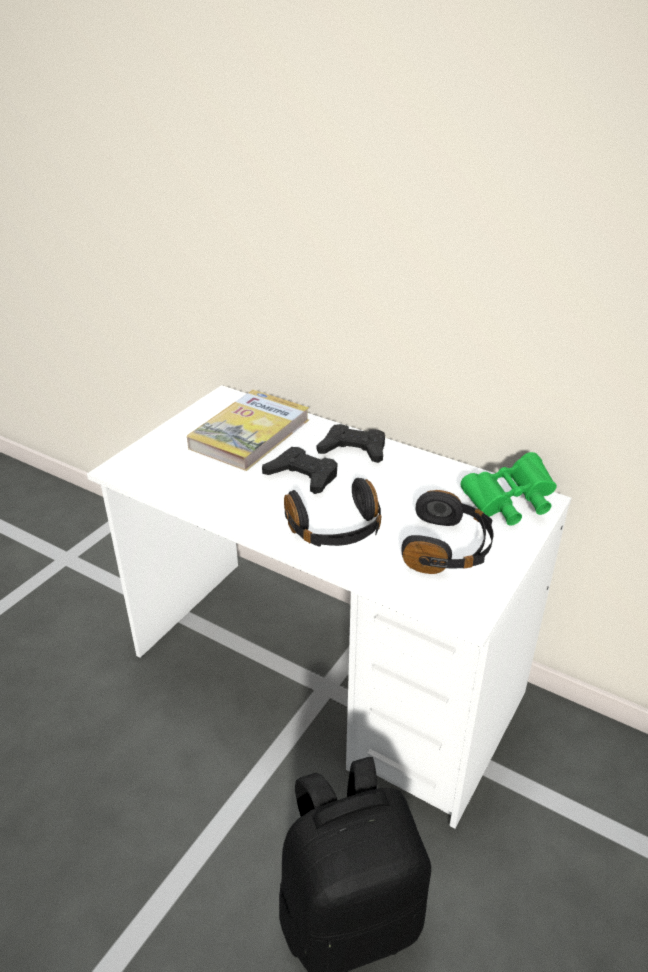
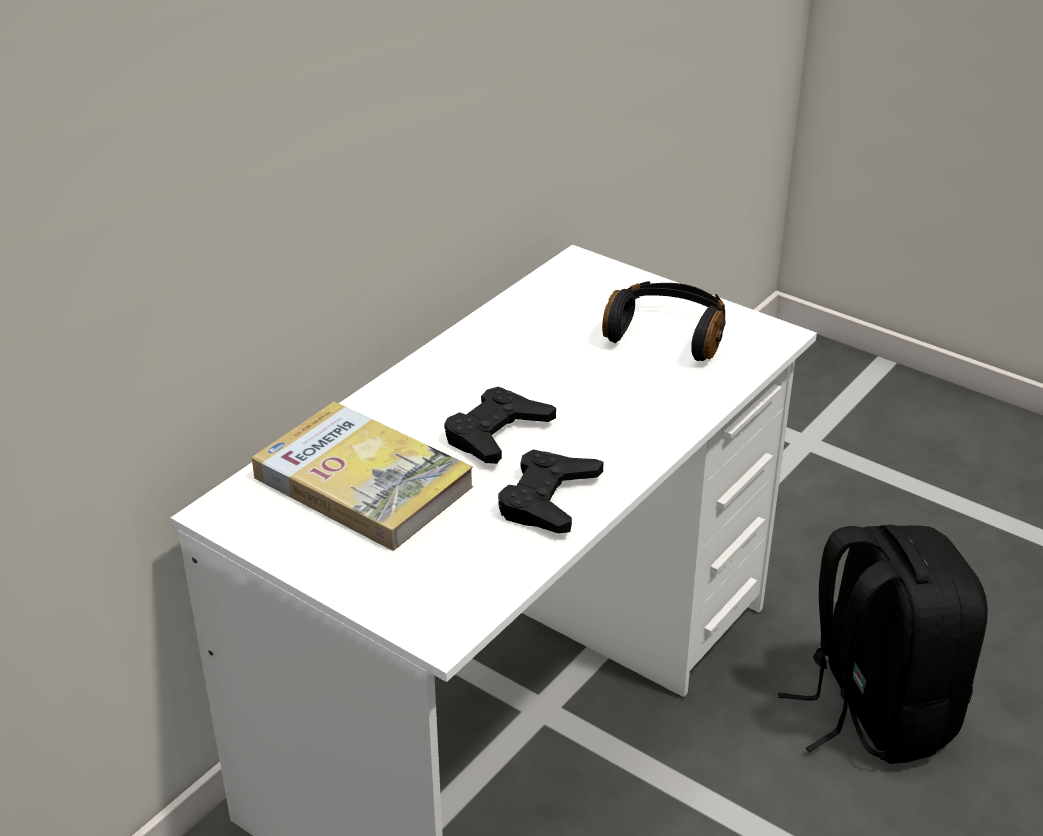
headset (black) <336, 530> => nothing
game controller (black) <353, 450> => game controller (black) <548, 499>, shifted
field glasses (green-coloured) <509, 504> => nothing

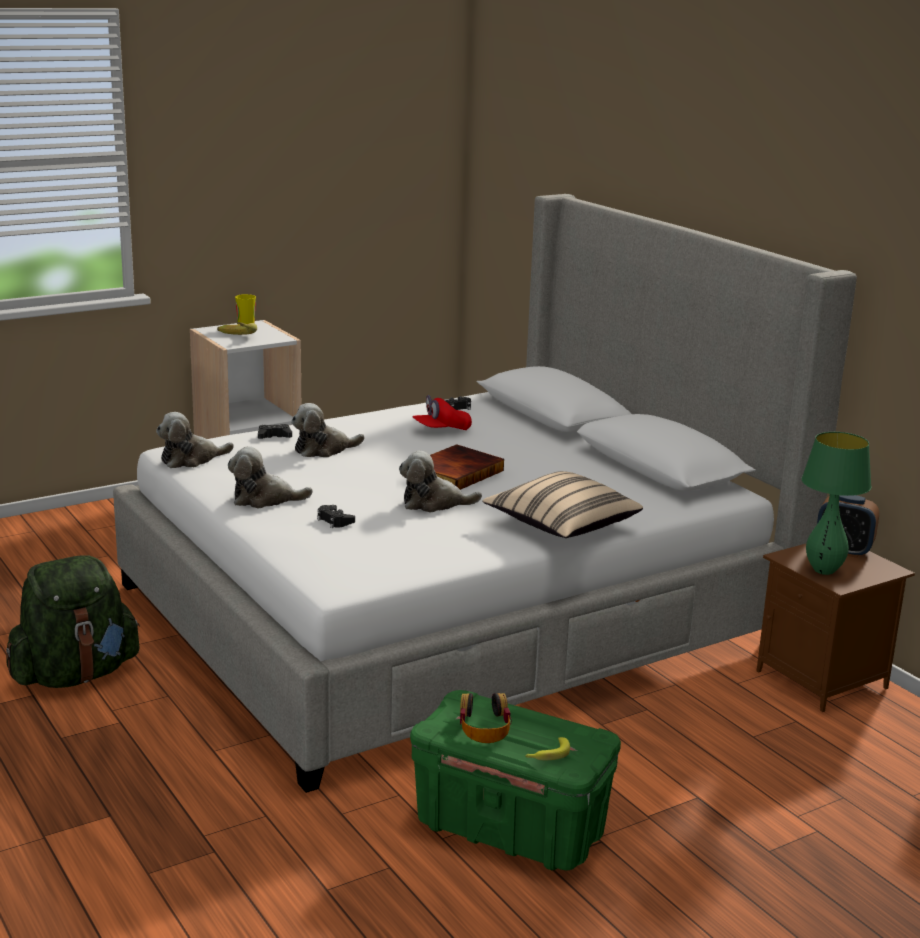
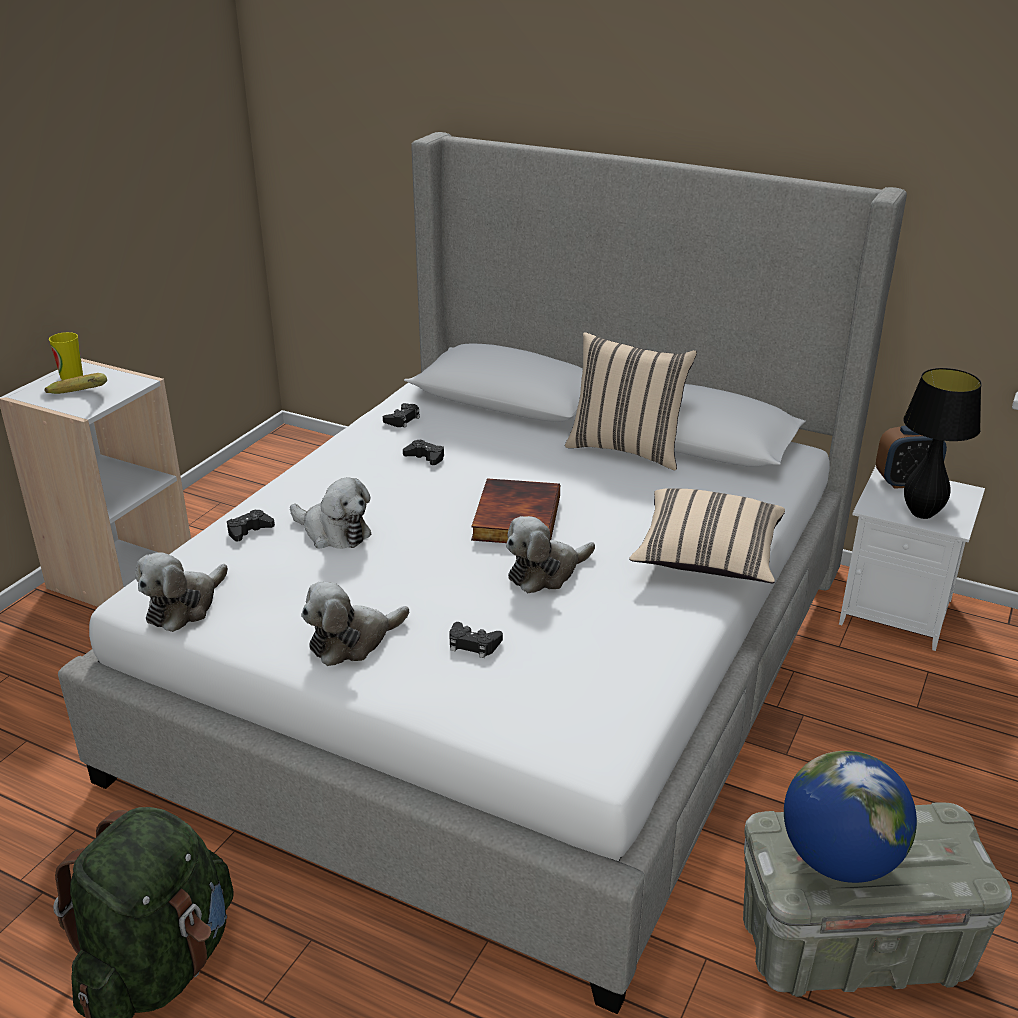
plush toy <323, 450> => plush toy <333, 533>, 90 degrees counterclockwise
storage container (green-coloured) <512, 828> => storage container (greyish) <854, 945>
peaked cap (red-coloured) <441, 430> => game controller (black) <425, 457>
headset <484, 726> => world globe <839, 860>
banana <547, 755> => nothing
bedside table (brownish) <825, 680> => bedside table (white) <899, 611>
lamp for a table (green-coloured) <823, 570> => lamp for a table (black) <921, 513>
nothing => throw pillow (sand-coloured) <626, 449>

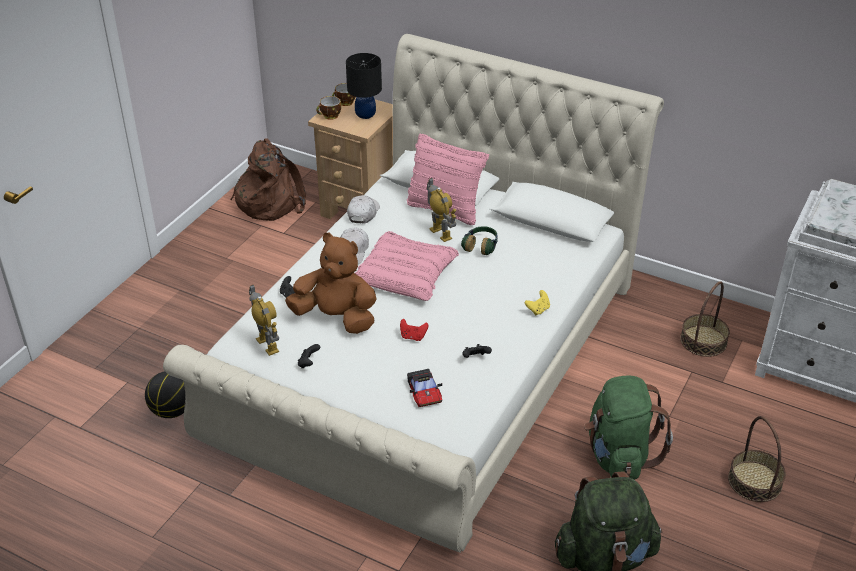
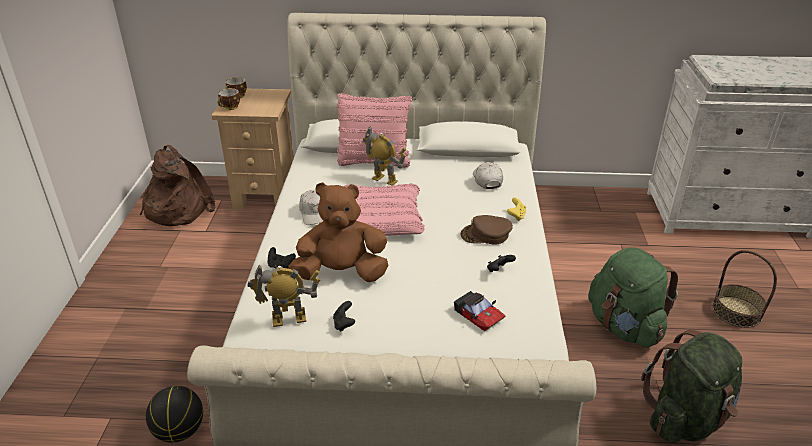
toy robot <267, 345> => toy robot <289, 319>, 45 degrees counterclockwise
lamp for a table (black) <365, 116> => nothing
peaked cap (white) <363, 213> => peaked cap (white) <487, 180>, shifted
game controller (red-coloured) <413, 337> => nothing
headset <481, 246> => nothing
household basket <703, 341> => nothing
nothing => peaked cap (brownish) <486, 234>

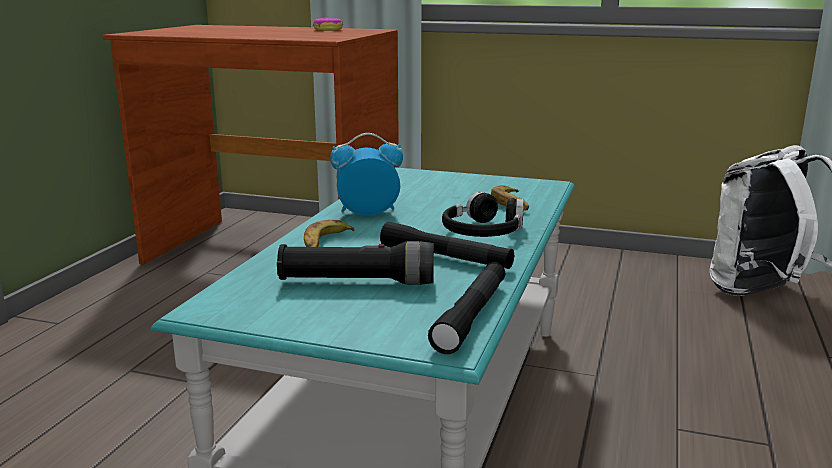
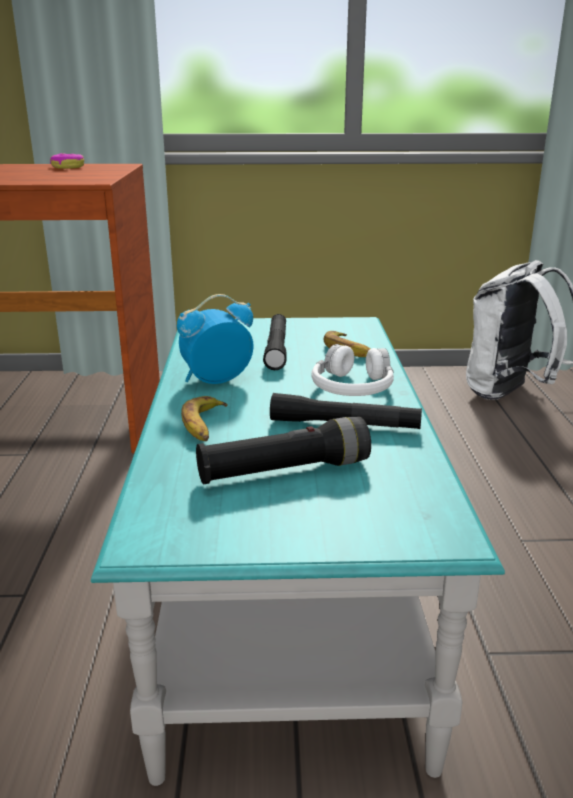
torch (black) <471, 316> => torch (black) <276, 349>, shifted
headset (black) <483, 232> => headset (white) <352, 387>

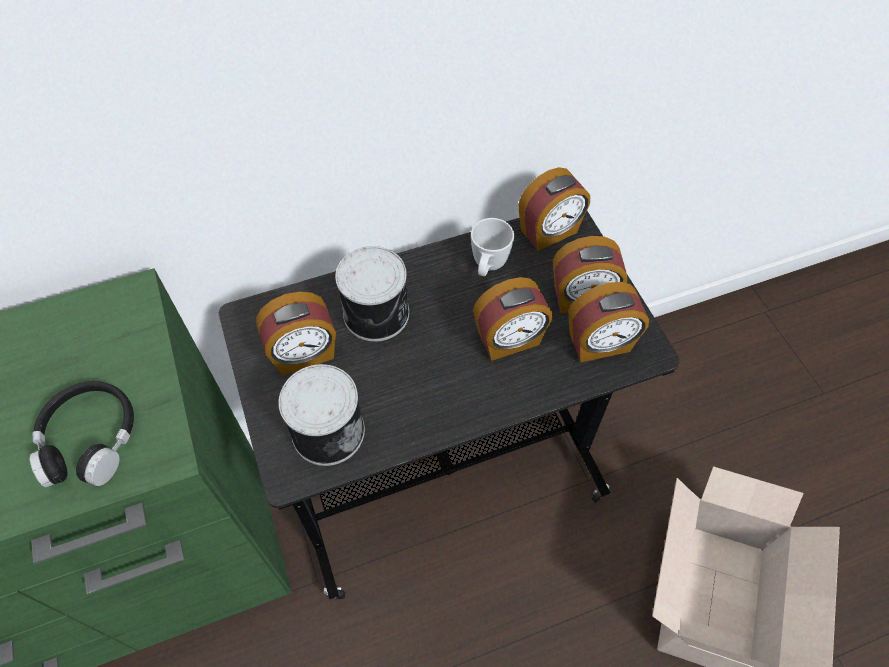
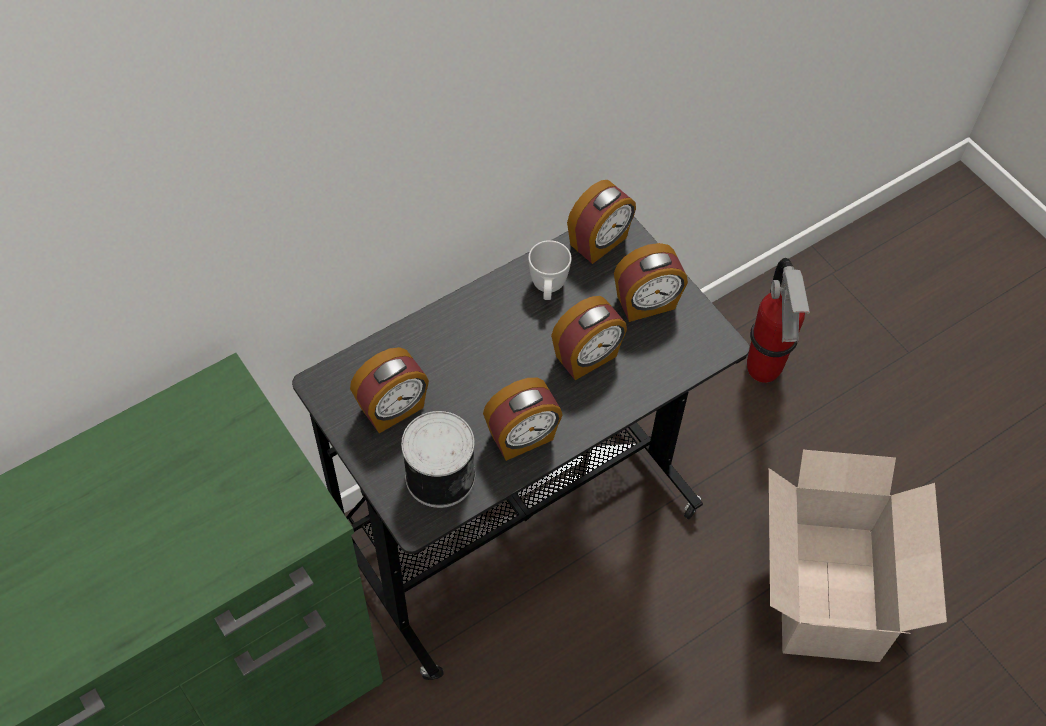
headset (black) <90, 440> => nothing
can <378, 314> => nothing
alarm clock <600, 344> => alarm clock <522, 438>, shifted
nothing => fire-fighting cylinder <763, 370>

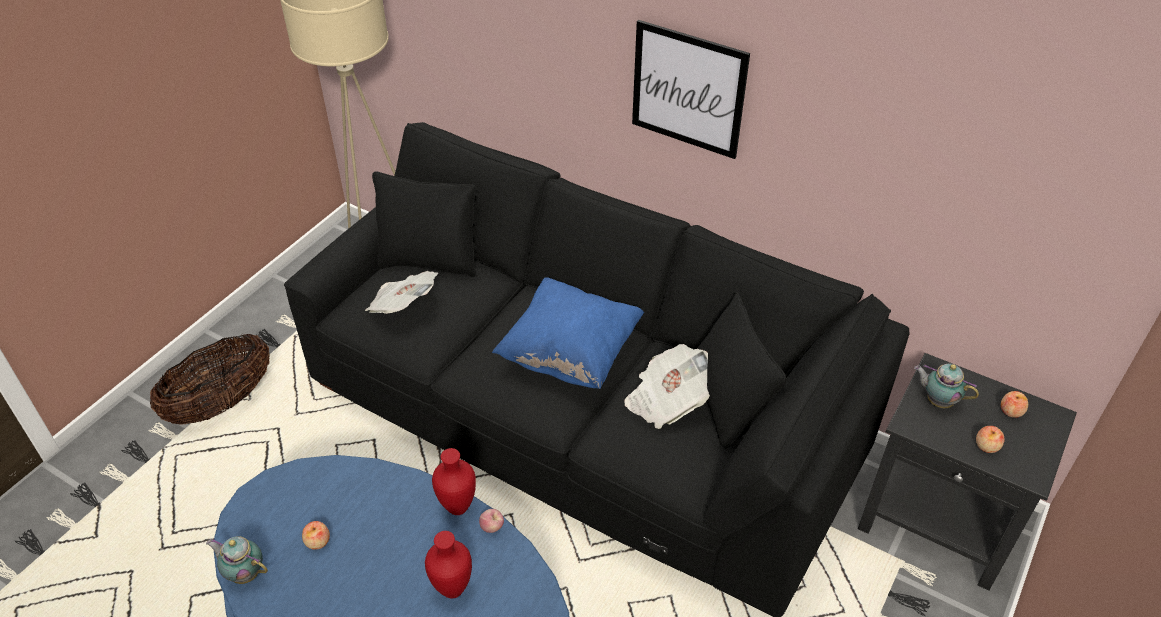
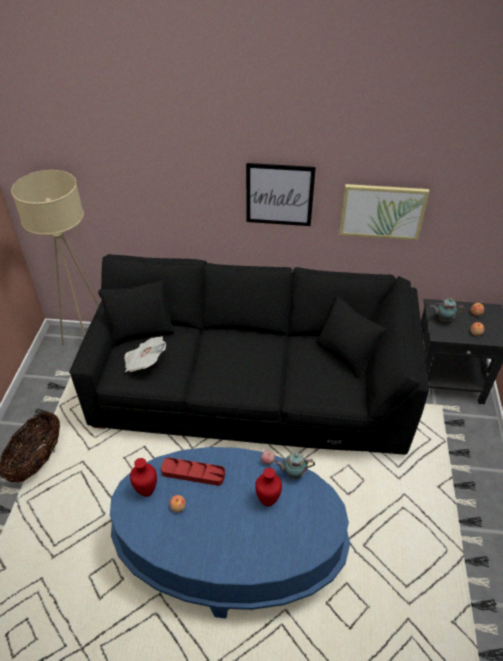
tea pot <244, 573> => tea pot <293, 473>, shifted
decorative vase (red-coloured) <456, 507> => decorative vase (red-coloured) <146, 491>, shifted
throw pillow (blue-coloured) <570, 354> => nothing
newspaper <667, 400> => nothing
nothing => carrying tray (red-coloured) <193, 473>
nothing => picture <382, 211>

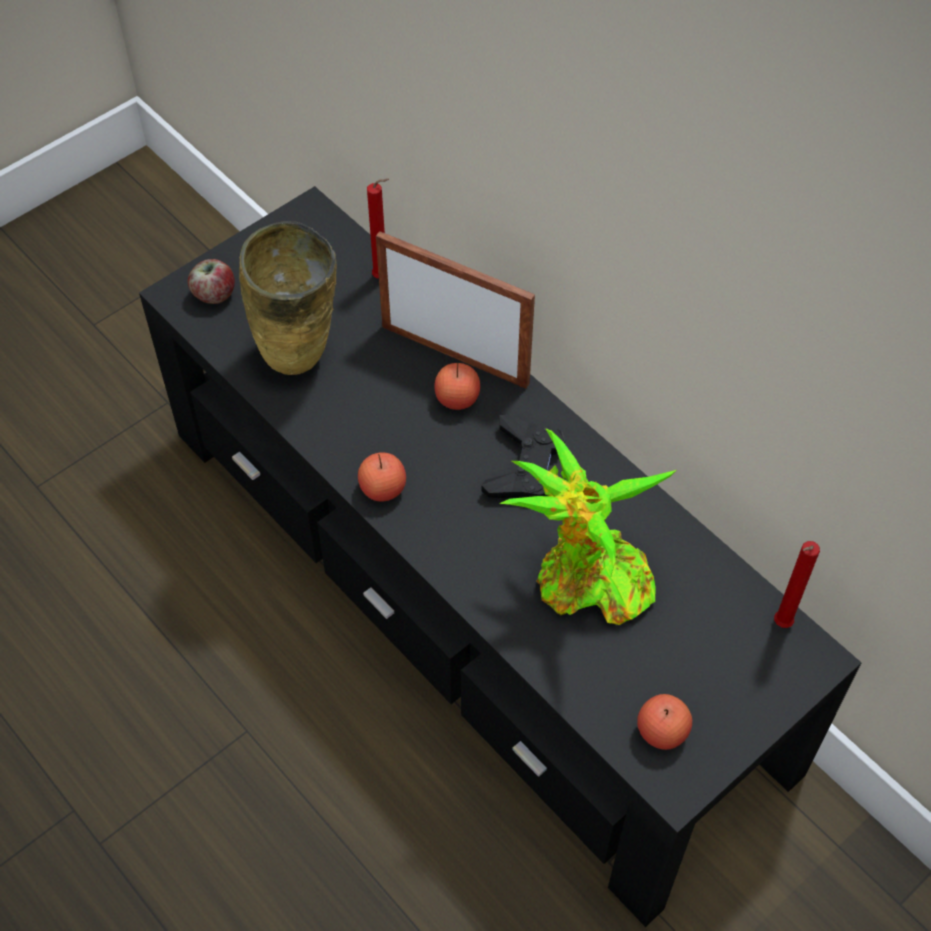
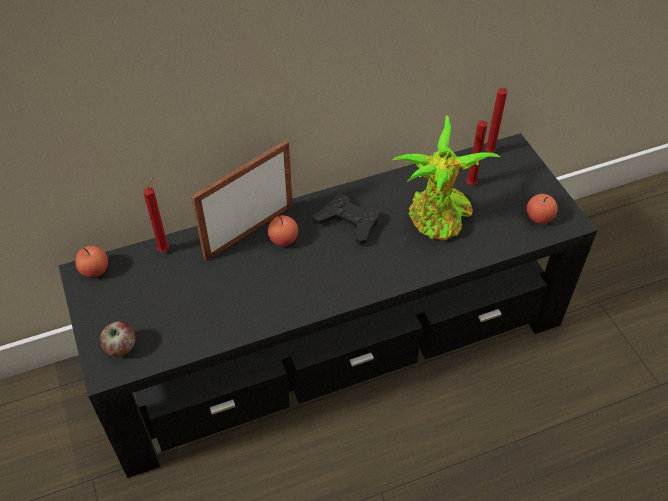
decorative vase (sand-coloured) <299, 360> => nothing
apple <383, 489> => apple <95, 270>, shifted
nothing => candle (red-coloured) <470, 185>

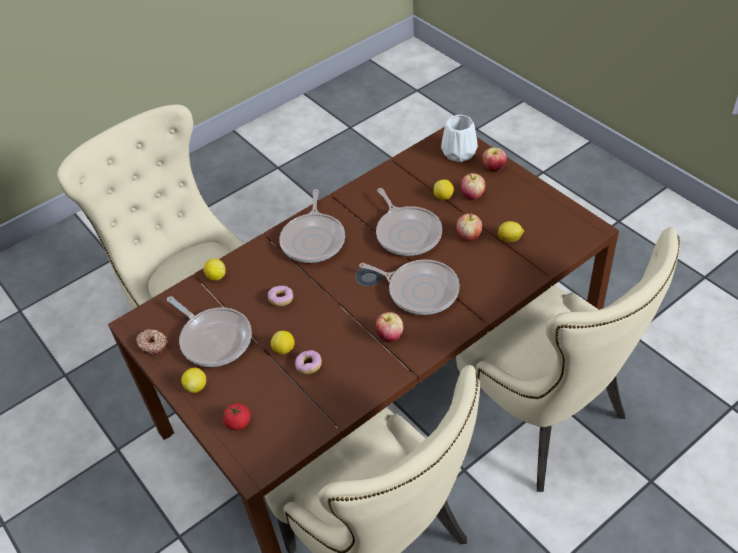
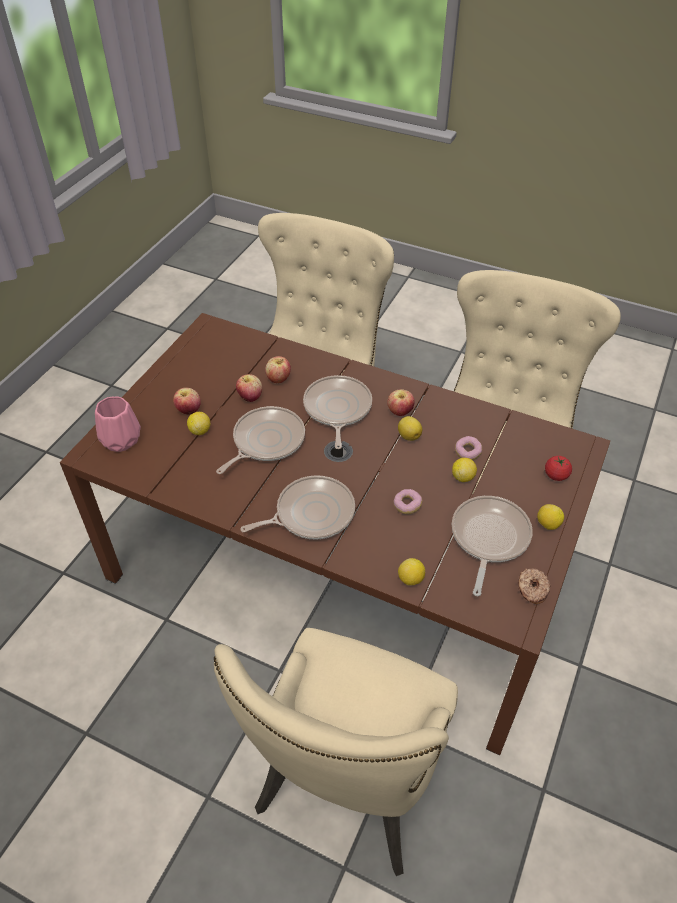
decorative vase (white) <458, 153> => decorative vase (pink) <122, 440>
apple <493, 168> => apple <278, 379>, shifted
lemon <510, 239> => lemon <408, 435>, shifted

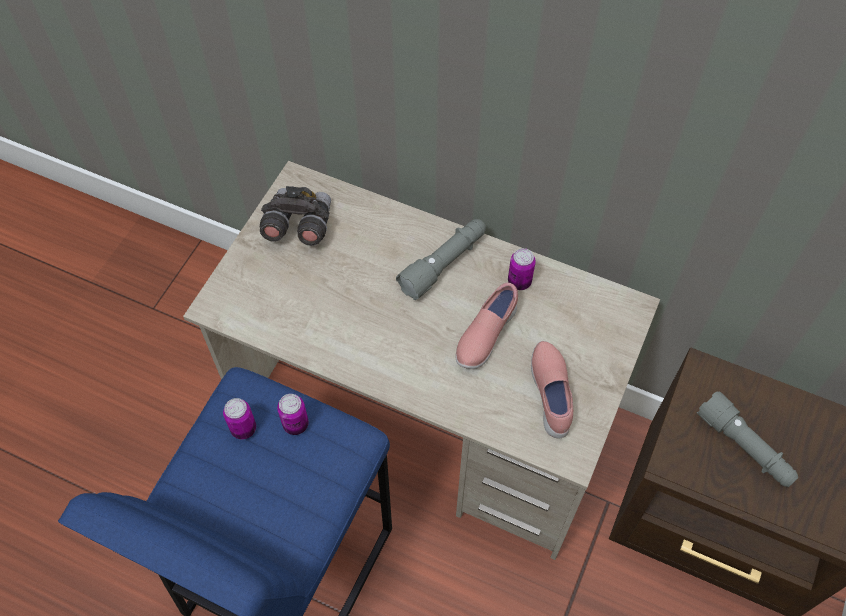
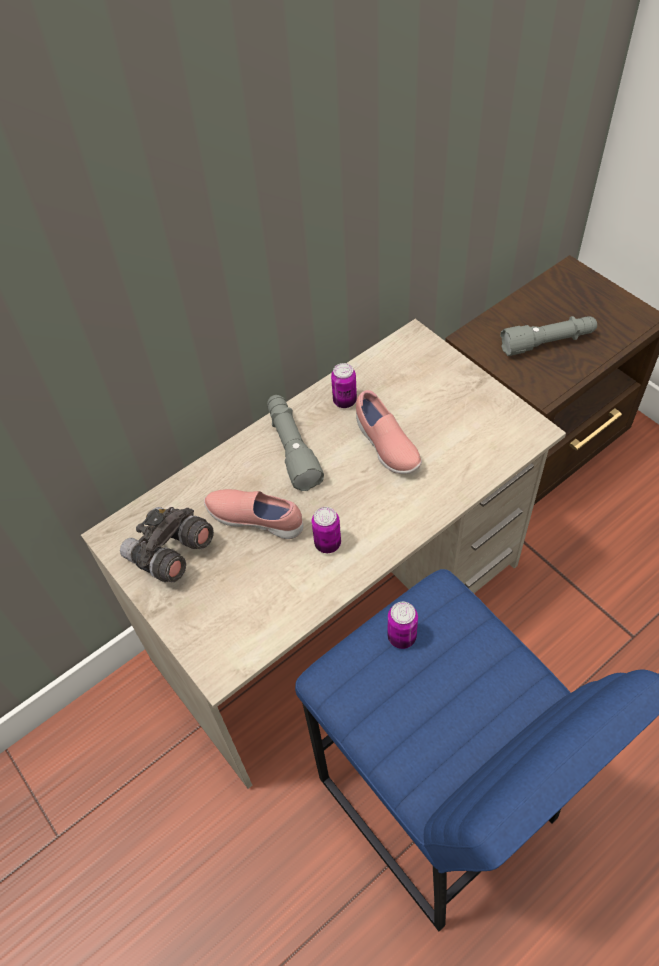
can <243, 428> => can <327, 543>, shifted
shoe (pink) <552, 394> => shoe (pink) <256, 519>, shifted

